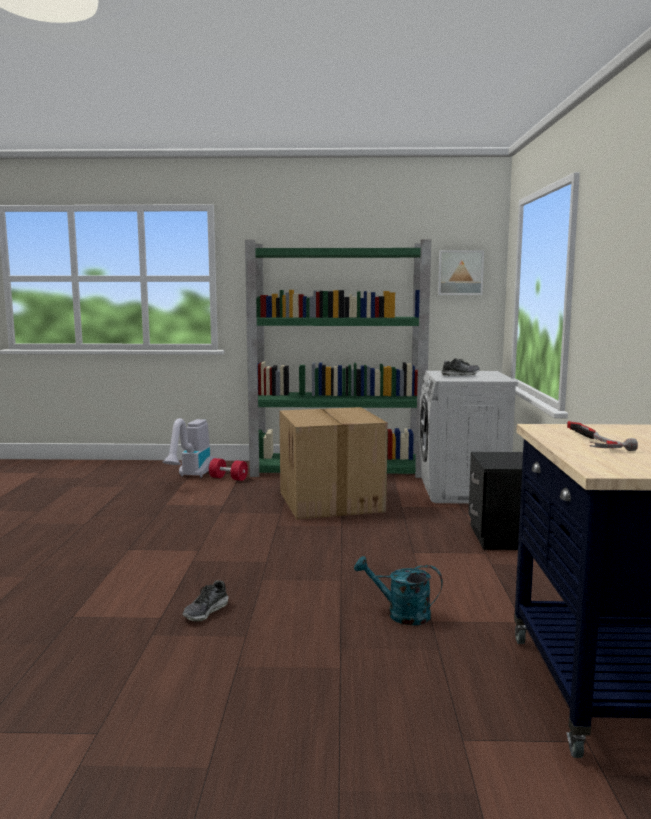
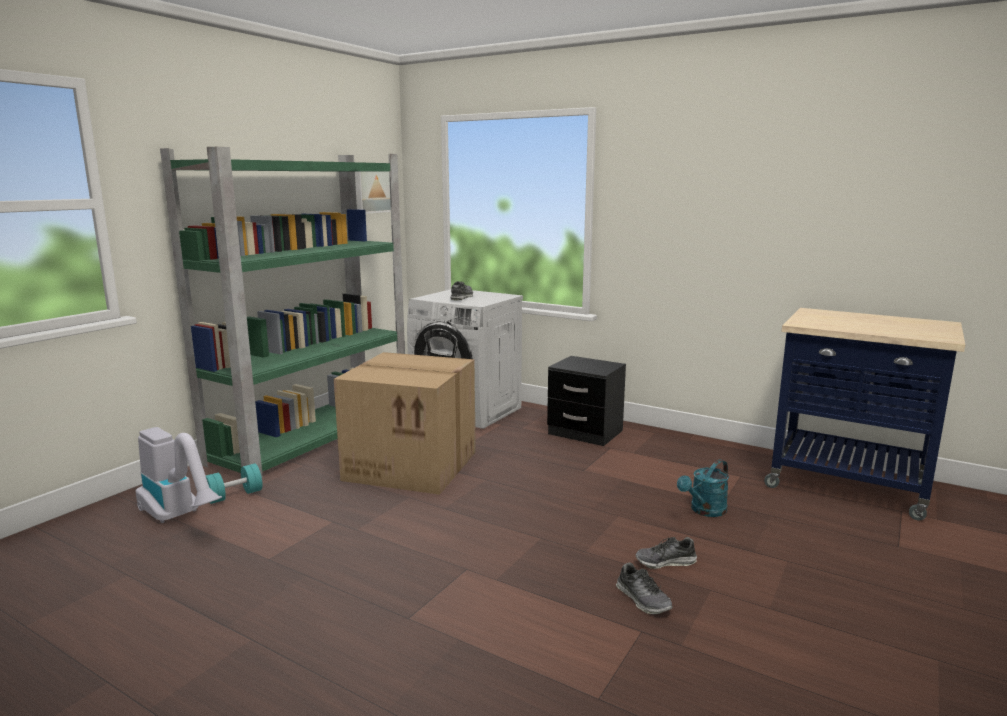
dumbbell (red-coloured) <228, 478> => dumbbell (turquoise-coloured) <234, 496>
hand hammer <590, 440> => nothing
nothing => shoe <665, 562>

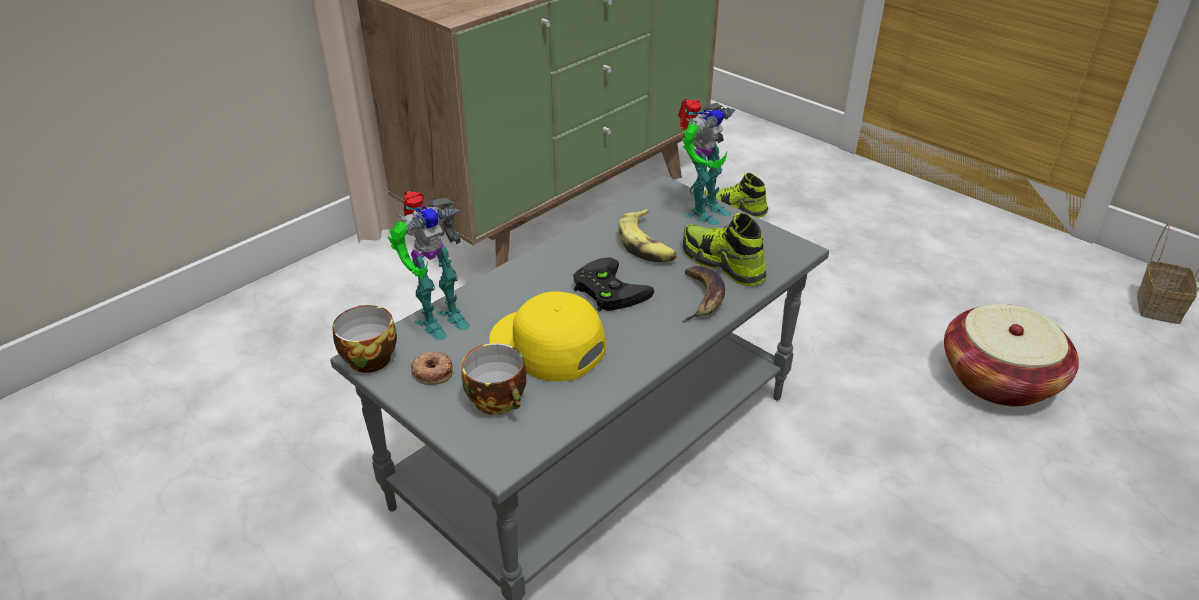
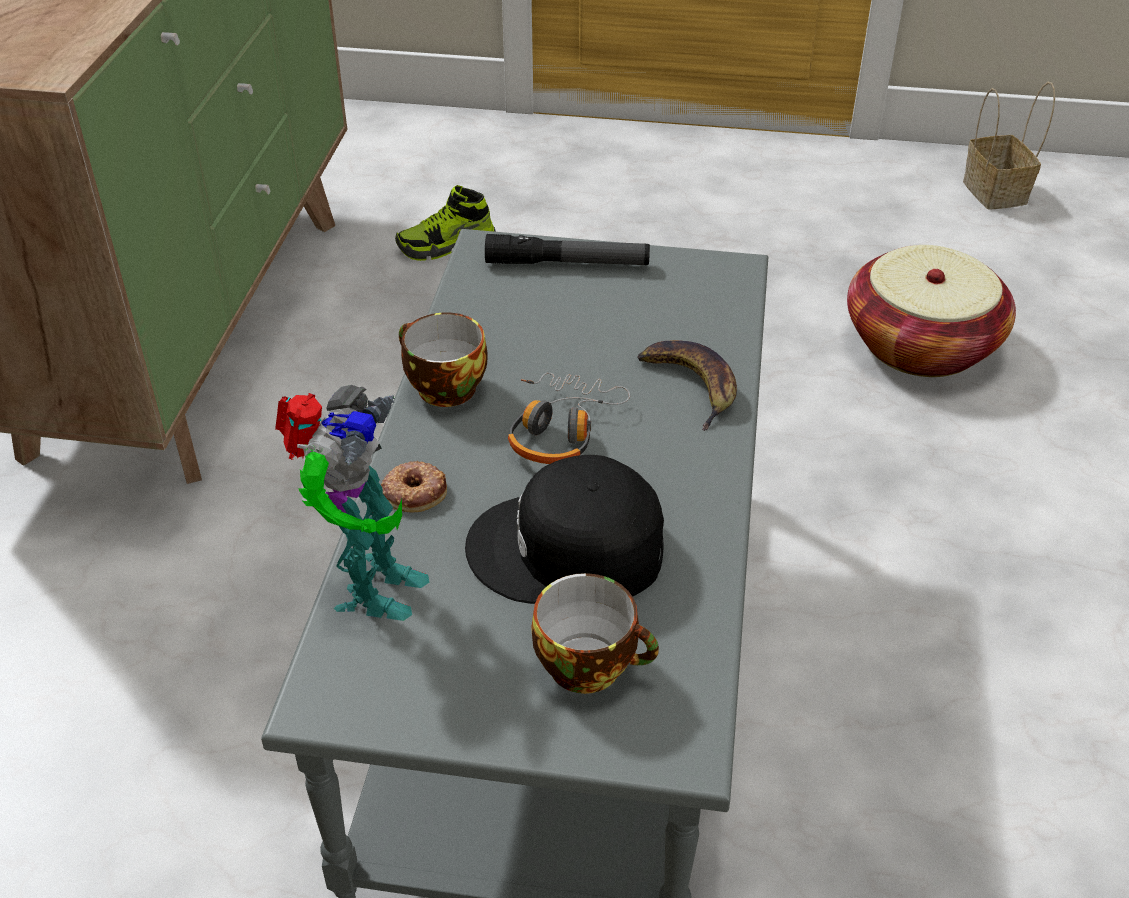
drinking cup <367, 357> => drinking cup <441, 388>, shifted
doughnut <432, 371> => doughnut <414, 491>, shifted
peaked cap (yellowish) <546, 346> => peaked cap (black) <568, 551>
game controller (black) <606, 289> => headset <560, 429>
banana <647, 245> => nothing
toy robot <702, 212> => torch <567, 263>
shoe <722, 264> => nothing

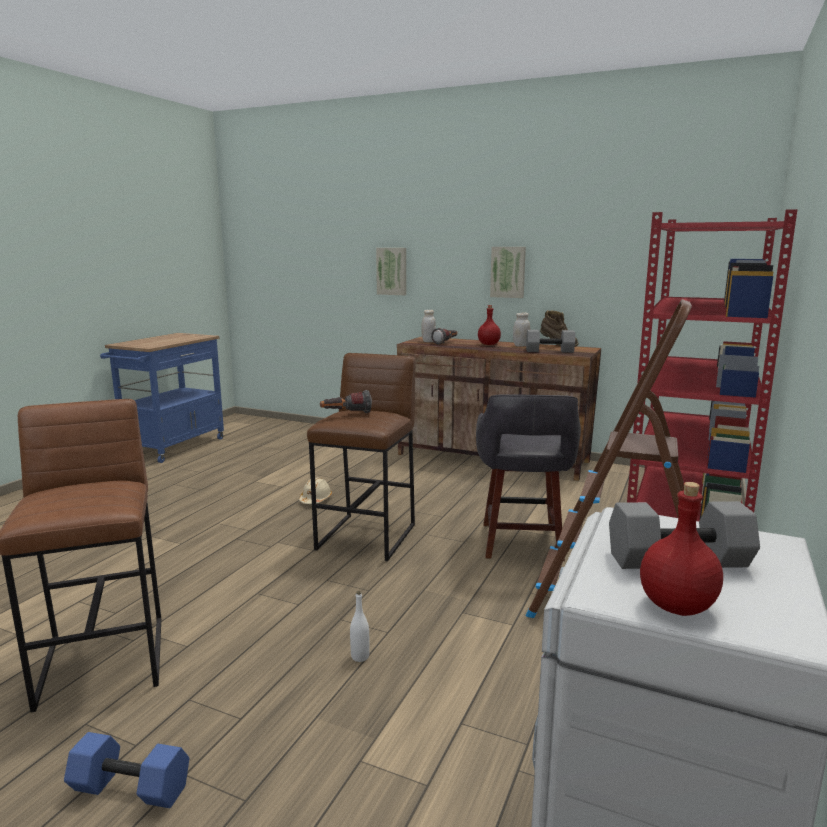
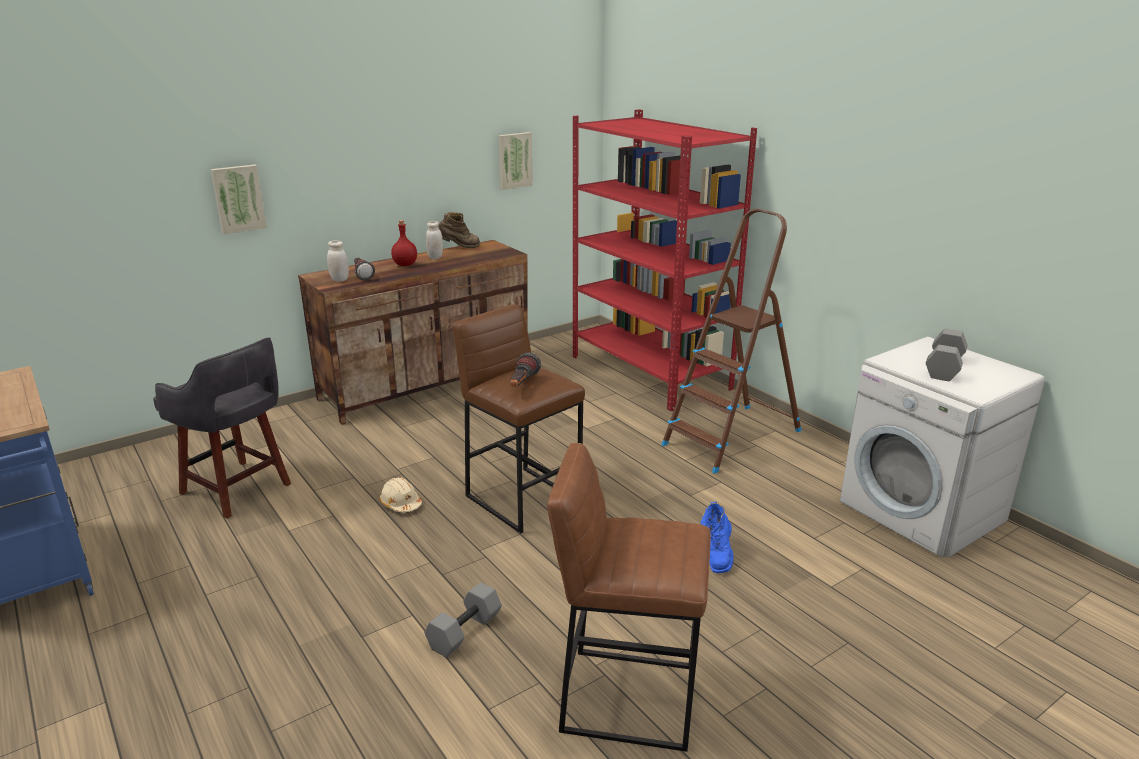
dumbbell (blue-coloured) <128, 789> => nothing
drink bottle (white) <360, 657> => tall boot (blue-coloured) <717, 556>
sitting stool (greyish) <521, 544> => sitting stool (greyish) <238, 491>, shifted
picture <508, 272> => picture <514, 160>, shifted
dumbbell (greyish) <549, 351> => dumbbell (greyish) <465, 632>, shifted
drink bottle (red-coloured) <678, 606> => nothing

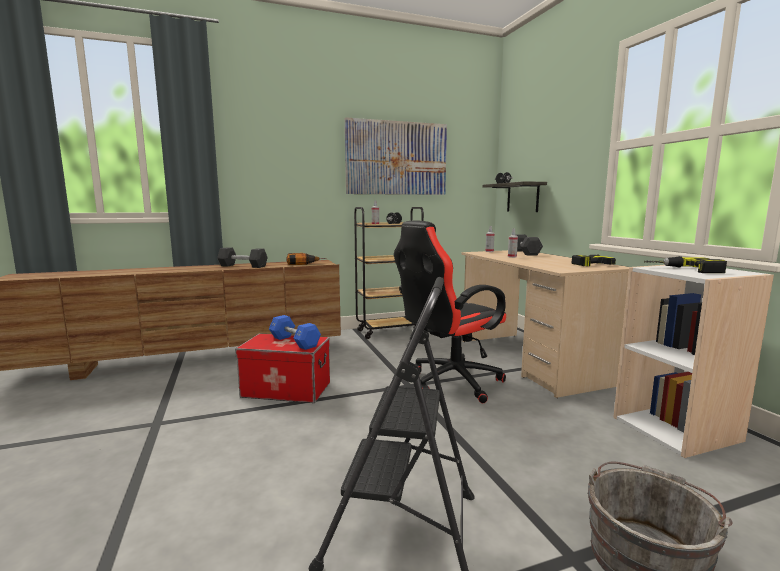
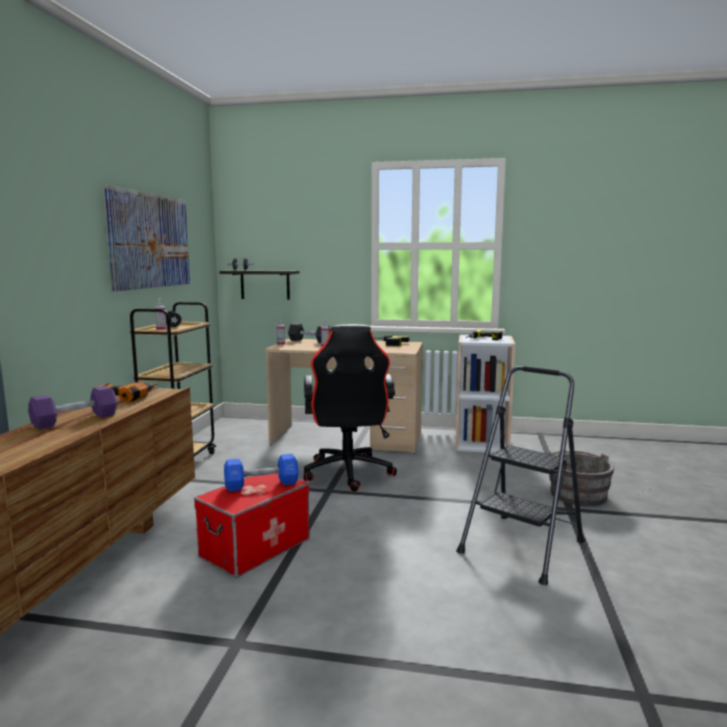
dumbbell (black) <243, 266> => dumbbell (purple) <75, 420>

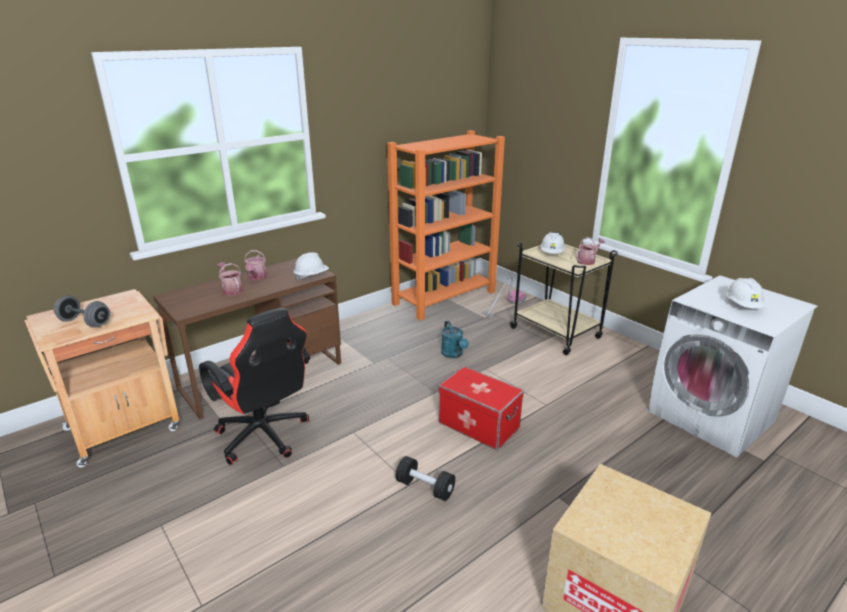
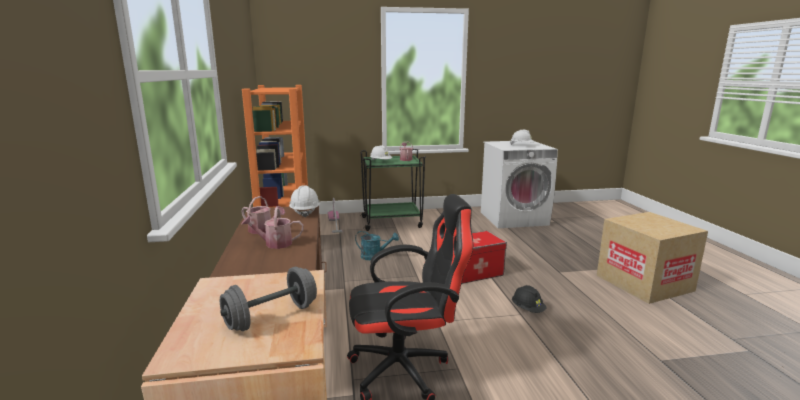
dumbbell (black) <425, 487> => hard hat (black) <527, 309>
trolley (sand-coloured) <556, 333> => trolley (green-coloured) <392, 222>

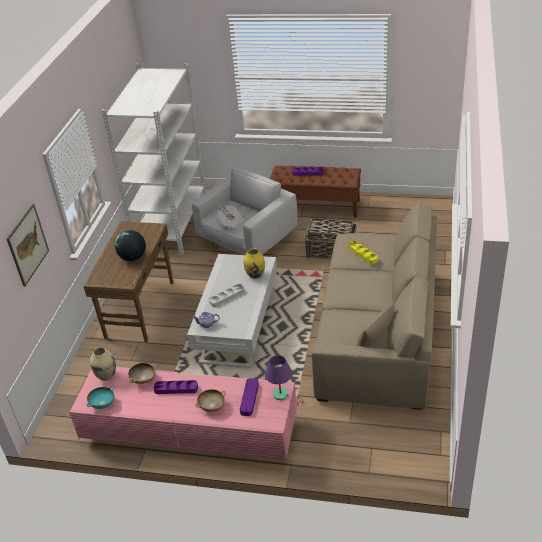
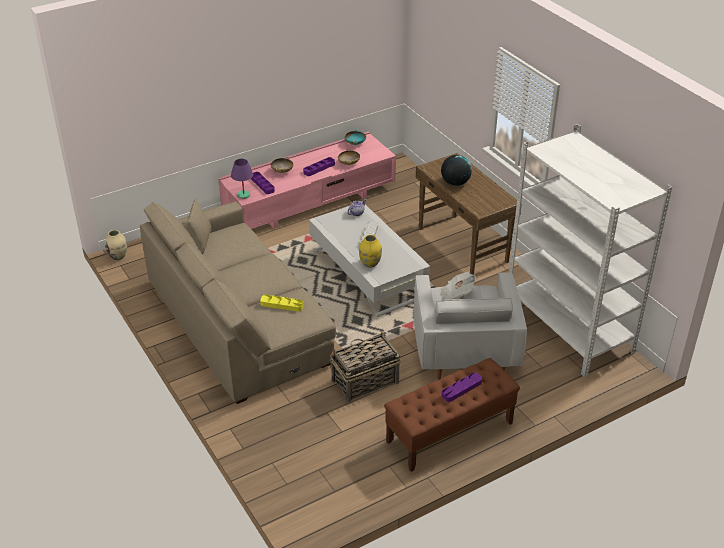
picture <28, 244> => nothing
decorative vase (sand-coloured) <106, 375> => decorative vase (sand-coloured) <118, 256>, shifted

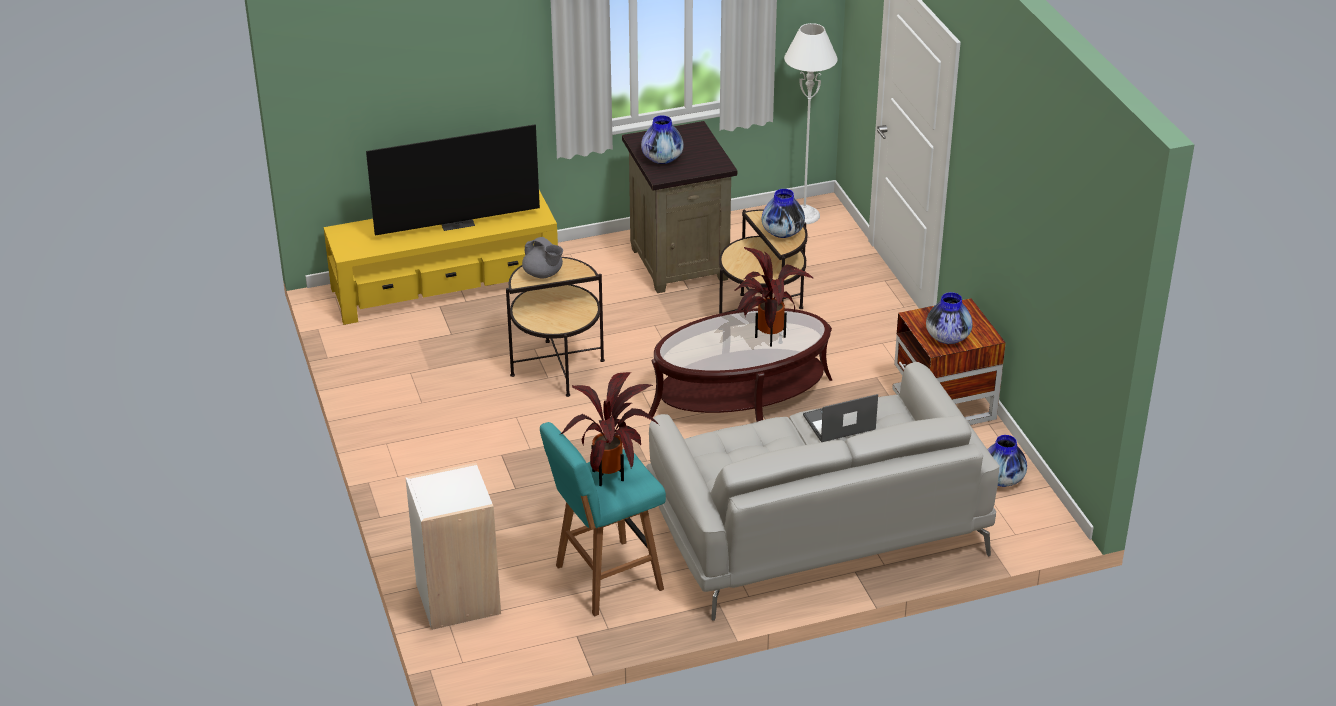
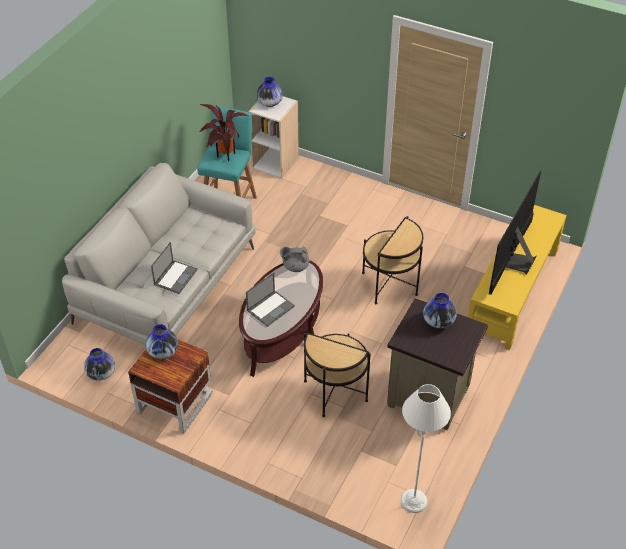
tea pot (greyish) <543, 274> => tea pot (greyish) <295, 267>, shifted
houseplant <766, 337> => notebook computer <271, 308>
decorative vase <782, 232> => decorative vase <269, 103>, shifted

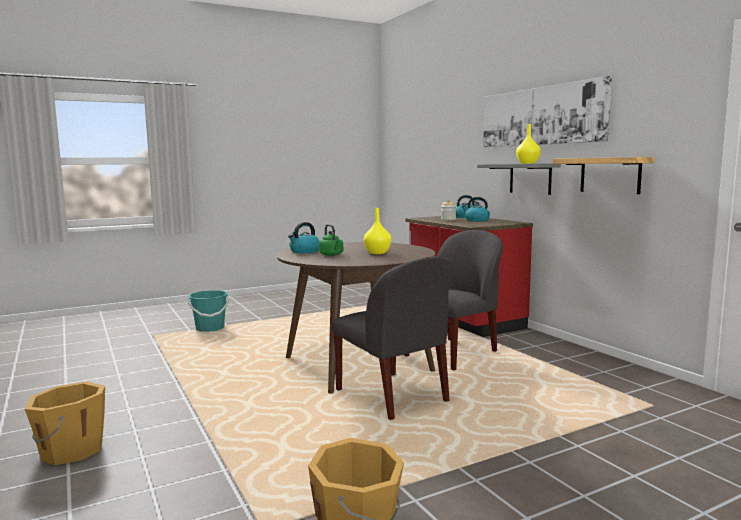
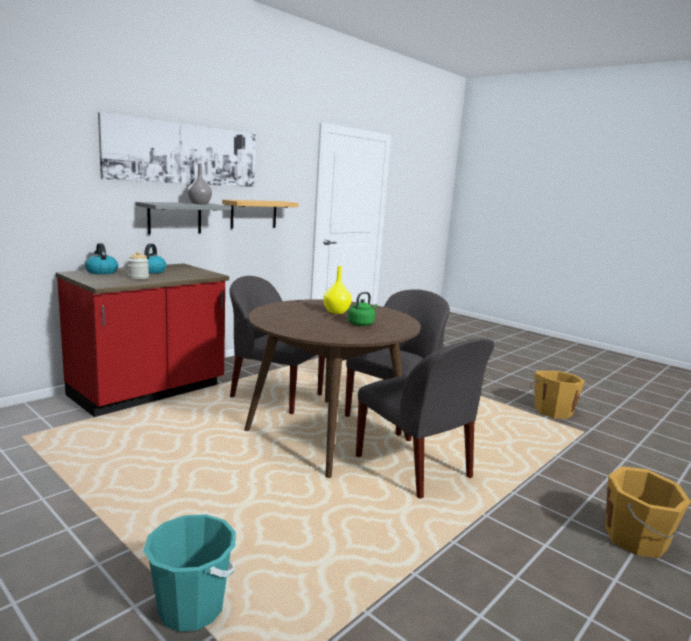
tea kettle <304, 251> => nothing
decorative vase (yellowish) <527, 163> => decorative vase (greyish) <200, 204>
nothing => plain chair (greyish) <415, 468>

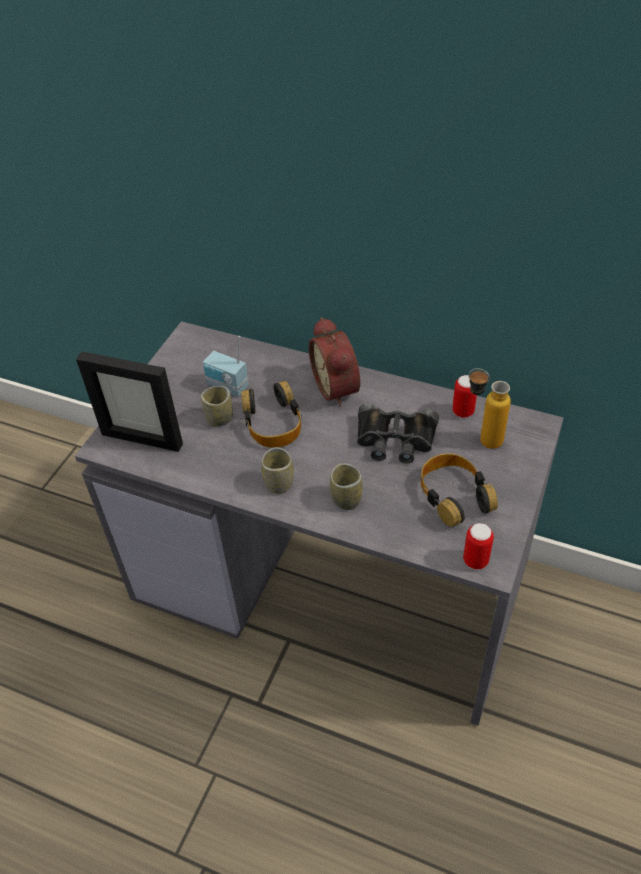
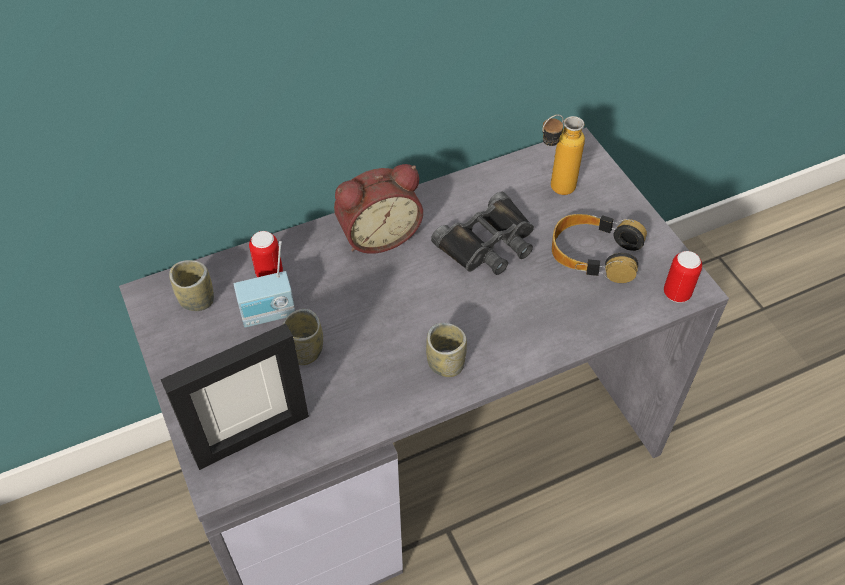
headset <272, 422> => nothing
alarm clock <338, 387> => alarm clock <378, 234>, 45 degrees counterclockwise
drinking cup <346, 499> => drinking cup <197, 300>, shifted
can <463, 411> => can <269, 273>, shifted

